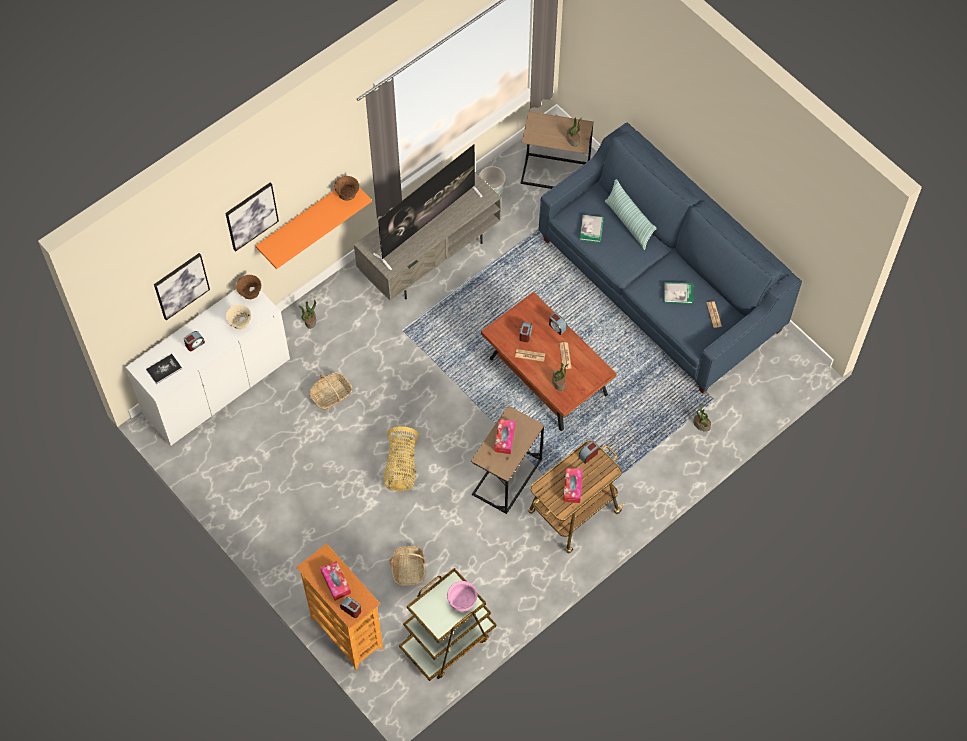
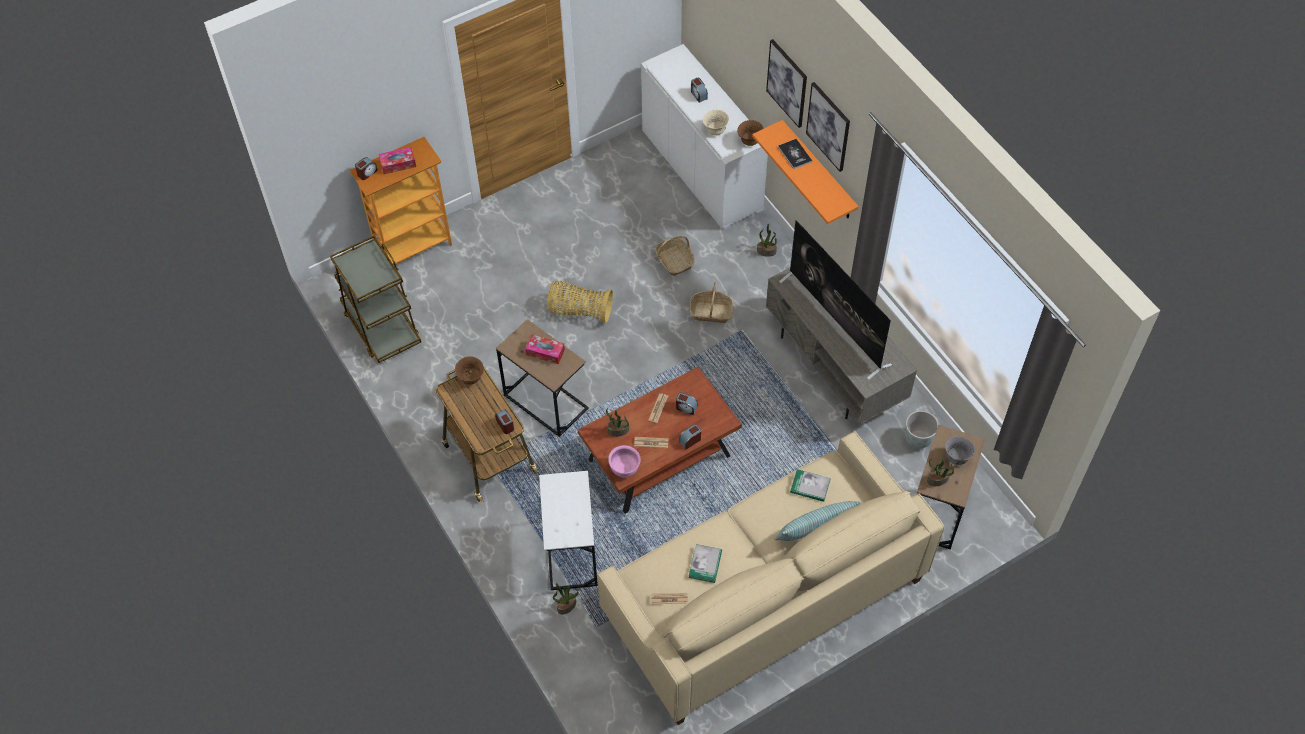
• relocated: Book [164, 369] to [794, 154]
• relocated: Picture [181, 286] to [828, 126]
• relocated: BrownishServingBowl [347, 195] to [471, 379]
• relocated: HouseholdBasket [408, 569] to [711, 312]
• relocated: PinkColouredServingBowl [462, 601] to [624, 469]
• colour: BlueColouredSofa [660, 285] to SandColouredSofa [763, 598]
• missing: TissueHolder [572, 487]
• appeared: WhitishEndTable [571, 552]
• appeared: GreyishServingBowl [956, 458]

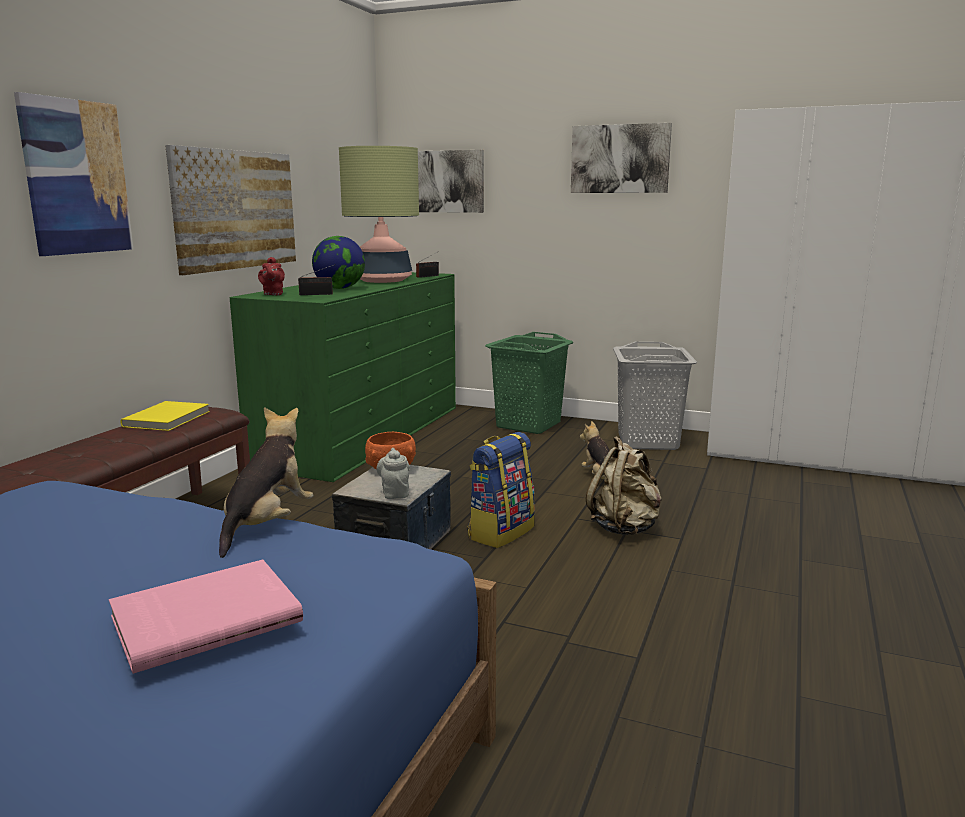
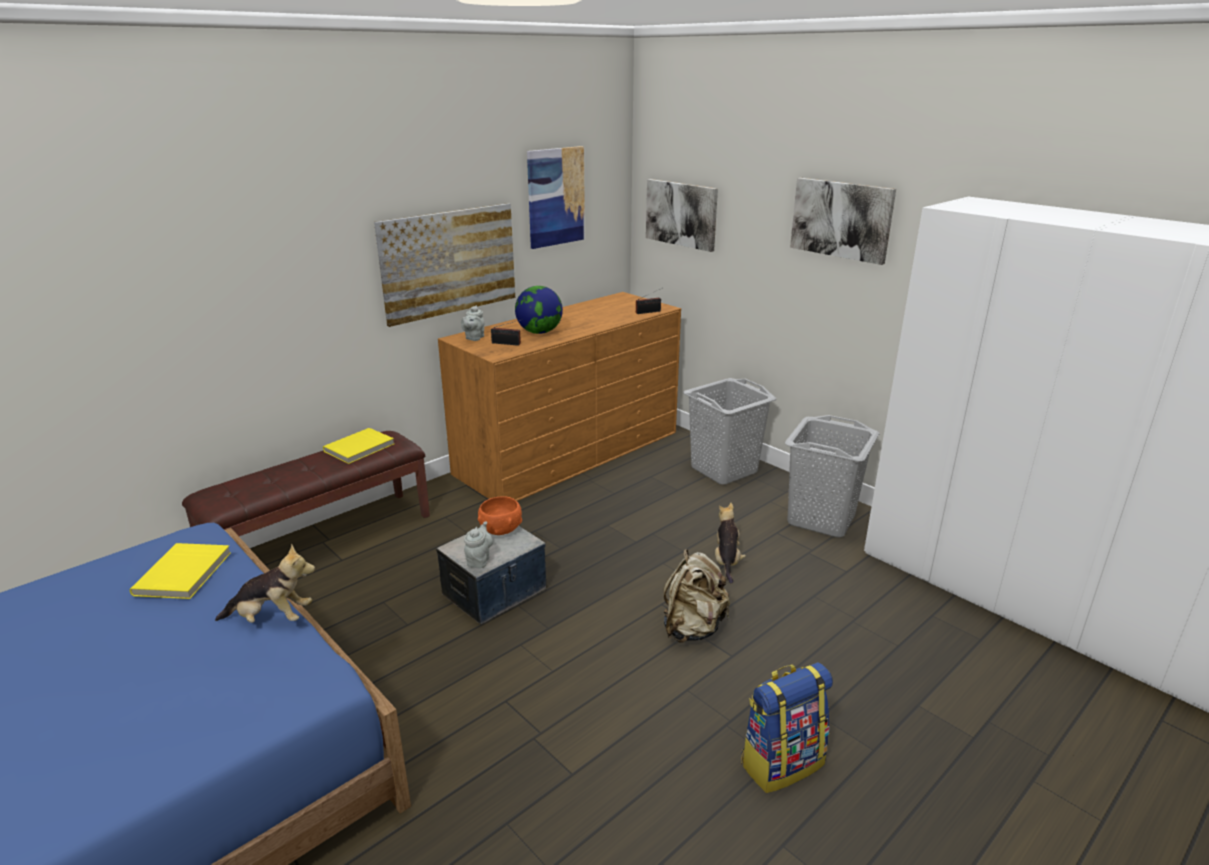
• relocated: Picture [76, 177] to [556, 197]
• missing: PinkColouredBook [205, 617]
• spun: SoftToy [267, 524] = [272, 618] 45 degrees clockwise
• colour: GreenDresser [363, 434] to BrownishDresser [569, 452]
• colour: RedColouredPotForTea [273, 294] to GreyishPotForTea [474, 338]
• missing: TableLamp [382, 280]
• relocated: Backpack [500, 532] to [781, 762]
• colour: GreenHamper [529, 425] to GreyishHamper [724, 470]
• appeared: YellowishBook [185, 573]

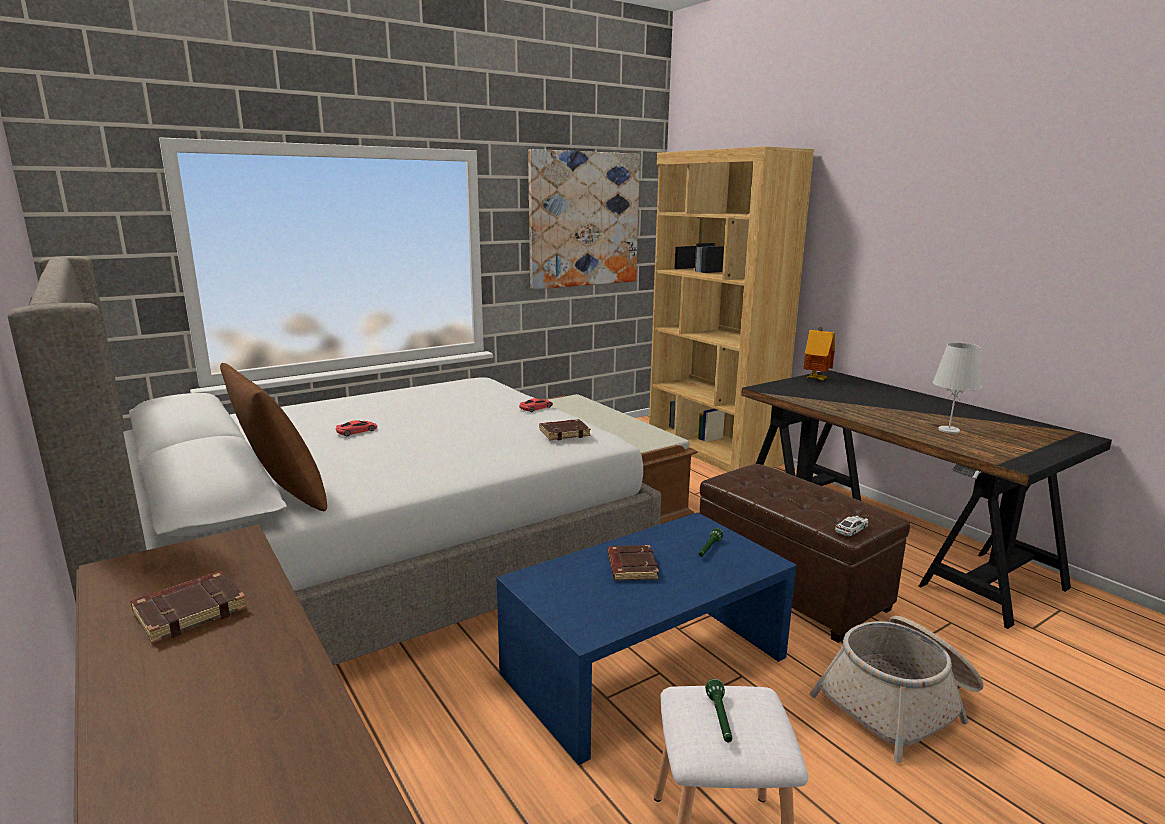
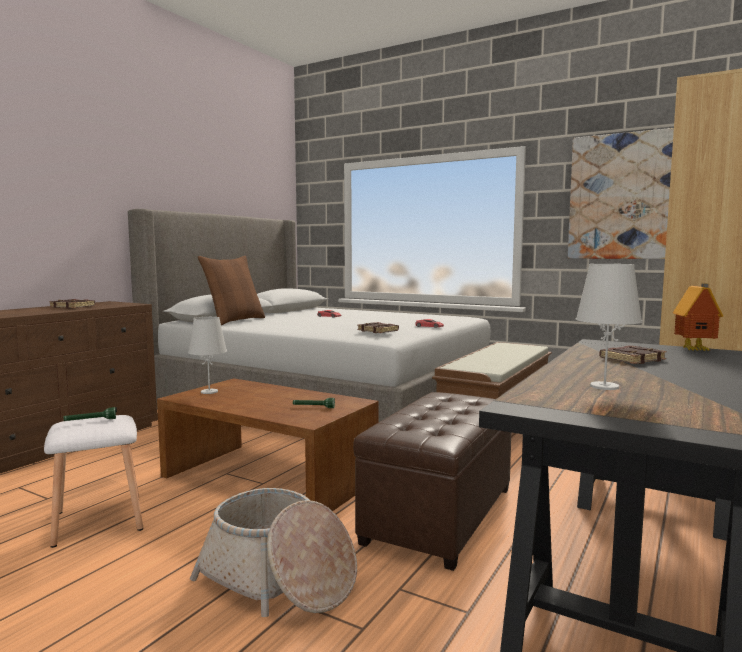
• colour: BlueColouredLoungeTable [644, 664] to BrownishLoungeTable [269, 477]
• relocated: BrownishBook [631, 567] to [631, 359]
• missing: ToyCar [851, 529]
• appeared: WhitishTableLamp [209, 392]

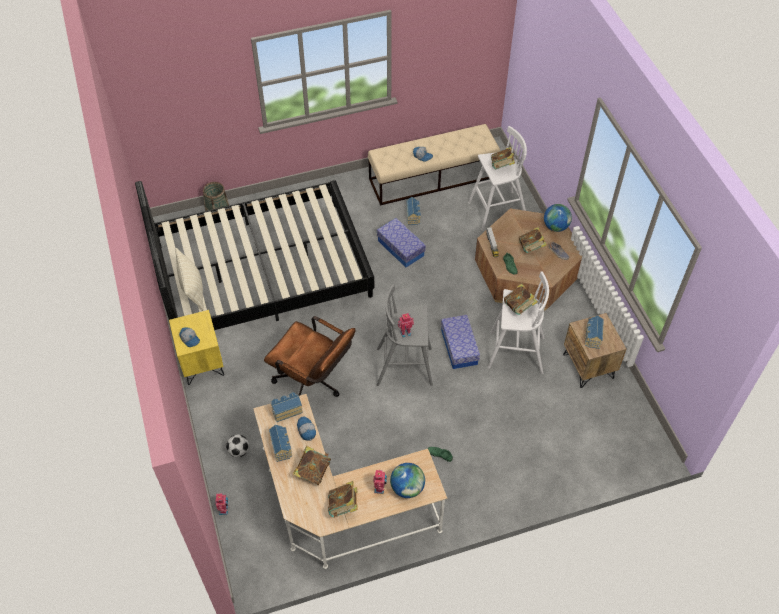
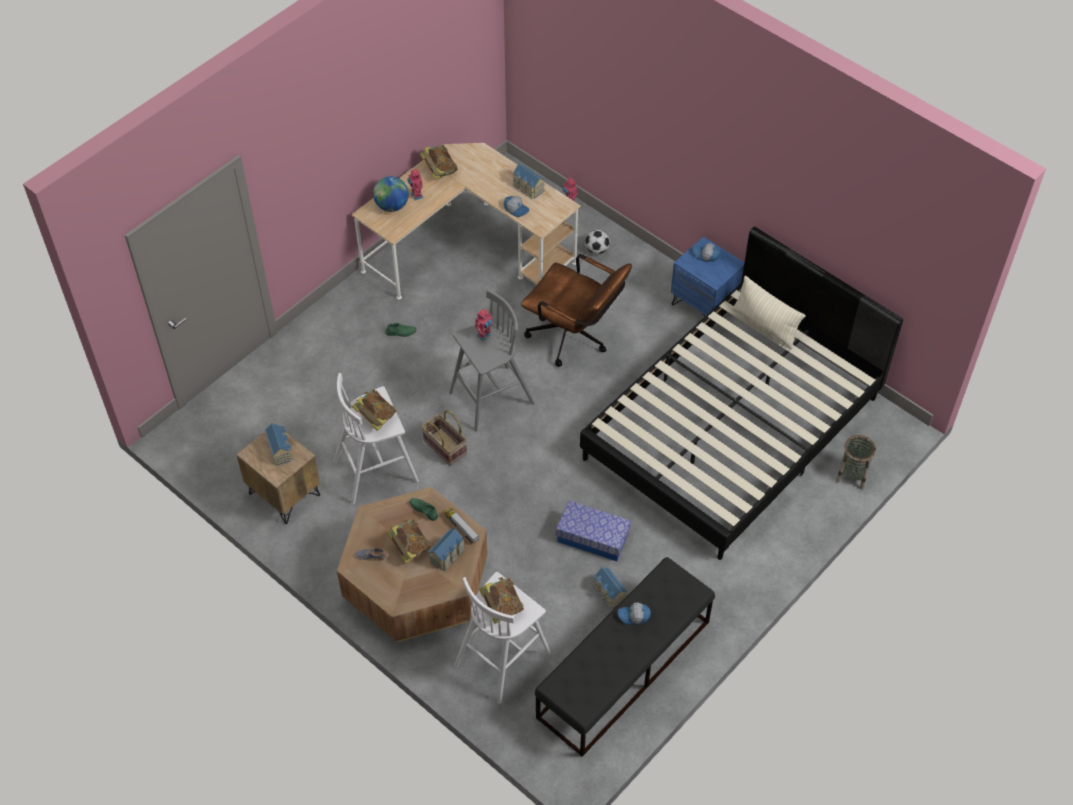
• colour: YellowishNightTable [201, 363] to BlueColouredNightTable [704, 305]
• spun: BrownishDeskChair [313, 383] = [574, 338] 150 degrees counterclockwise
• relocated: ToyHouse [286, 410] to [448, 555]
• missing: Book [312, 471]
• colour: SandColouredLongSeat [433, 178] to BlackLongSeat [623, 669]
• exchanged: StorageContainer [459, 347] to HouseholdBasket [444, 447]
• missing: Globe [555, 227]

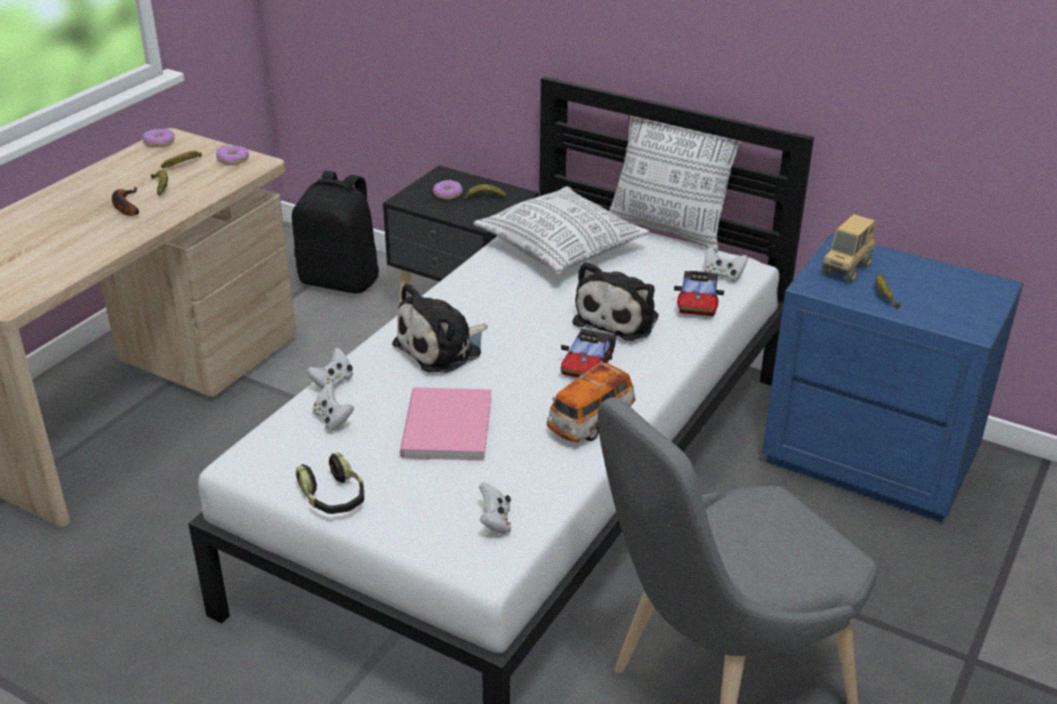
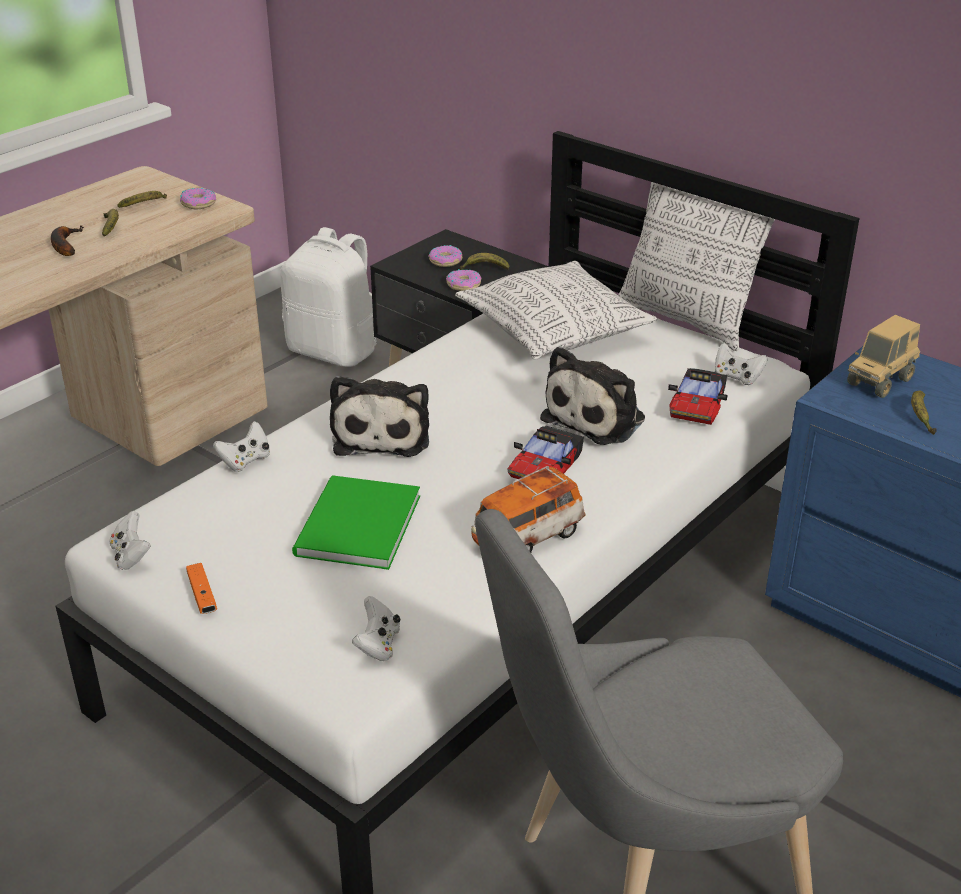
• relocated: Donut [159, 142] to [463, 285]
• colour: BlackBackpack [341, 280] to WhitishBackpack [334, 351]
• exchanged: Headset [333, 498] to OrangeColouredJoypad [202, 595]
• relocated: WhitishJoypad [332, 419] to [131, 556]
• spun: SoftToy [442, 348] = [382, 434] 60 degrees counterclockwise
• colour: PinkColouredBook [444, 429] to GreenBook [354, 527]

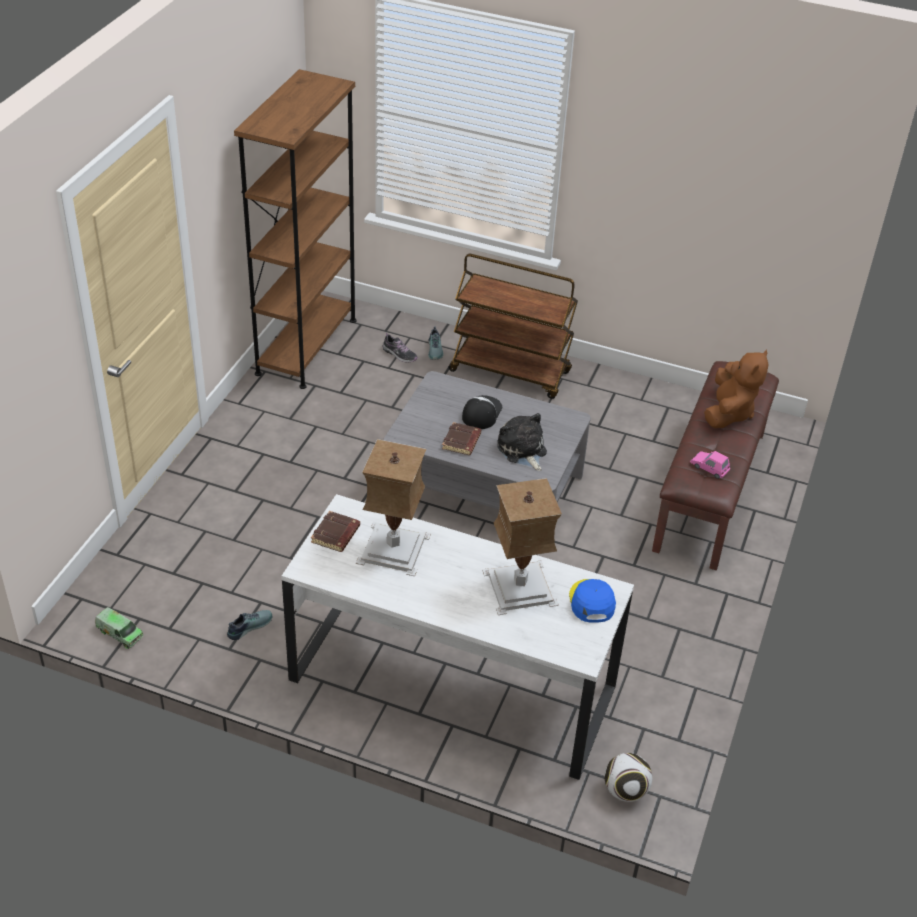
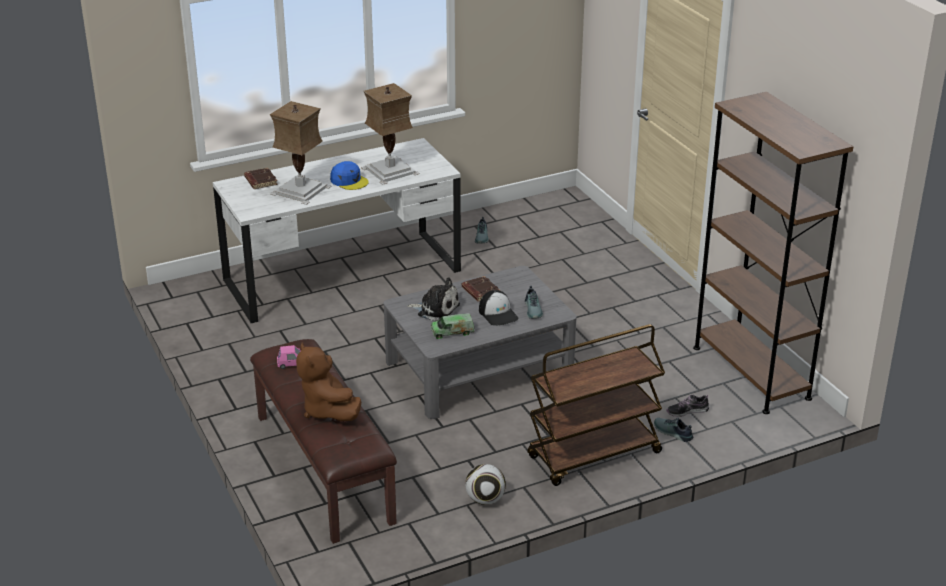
• relocated: ToyTruck [120, 633] to [452, 332]
• relocated: BrownishBook [336, 535] to [260, 181]
• relocated: BlueColouredCap [591, 602] to [349, 181]
• relocated: Football [625, 790] to [485, 500]
• appeared: Shoe [534, 310]

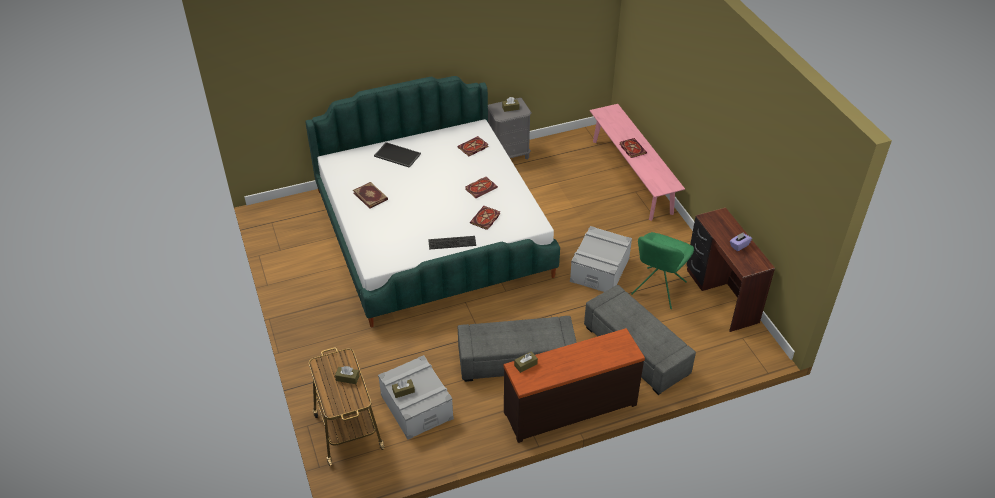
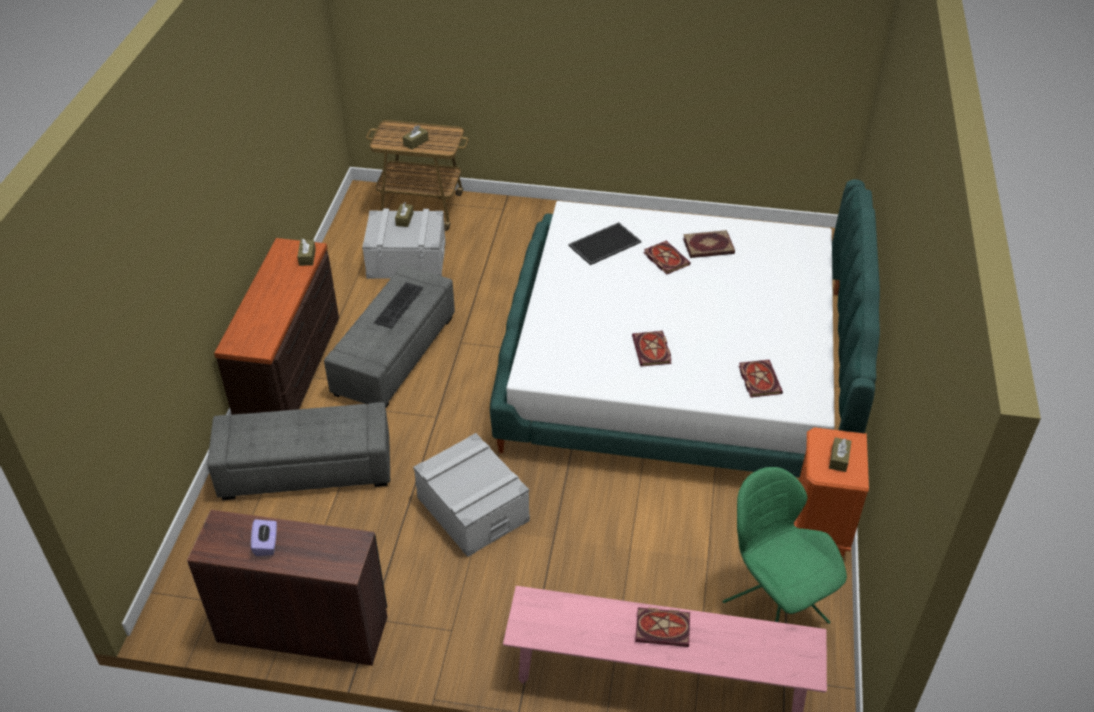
• relocated: Tray [396, 155] to [604, 243]
• relocated: ComputerKeyboard [452, 242] to [399, 306]
• relocated: Book [485, 219] to [665, 258]
• colour: GreyishNightTable [509, 155] to OrangeColouredNightTable [819, 529]
• relocated: GreenUprightChair [657, 289] to [773, 609]

